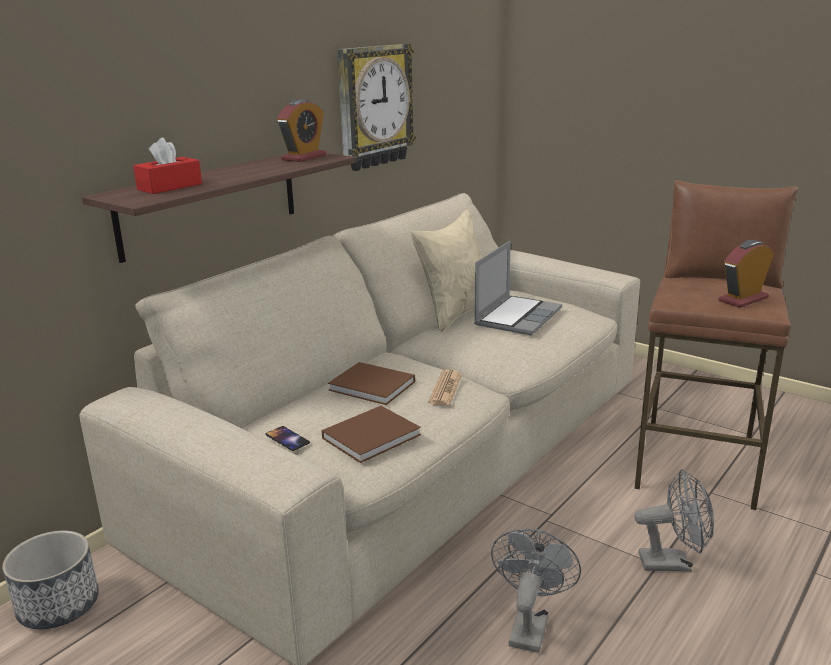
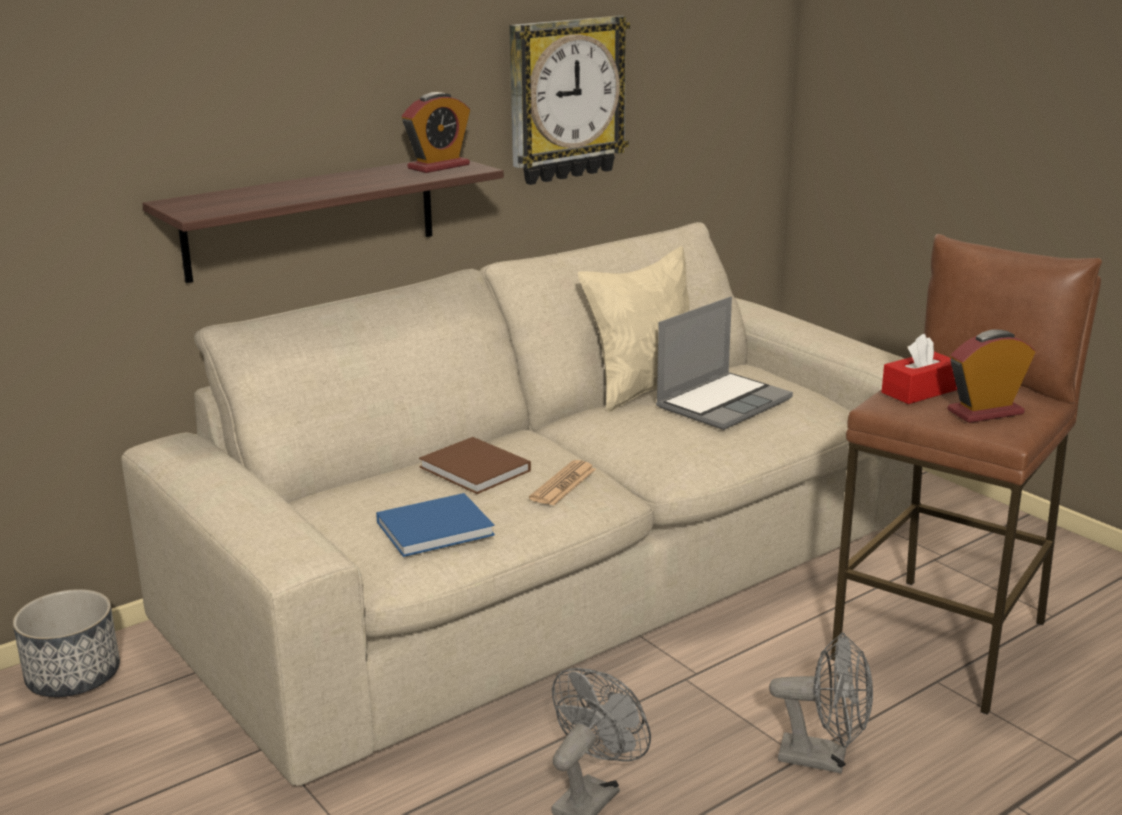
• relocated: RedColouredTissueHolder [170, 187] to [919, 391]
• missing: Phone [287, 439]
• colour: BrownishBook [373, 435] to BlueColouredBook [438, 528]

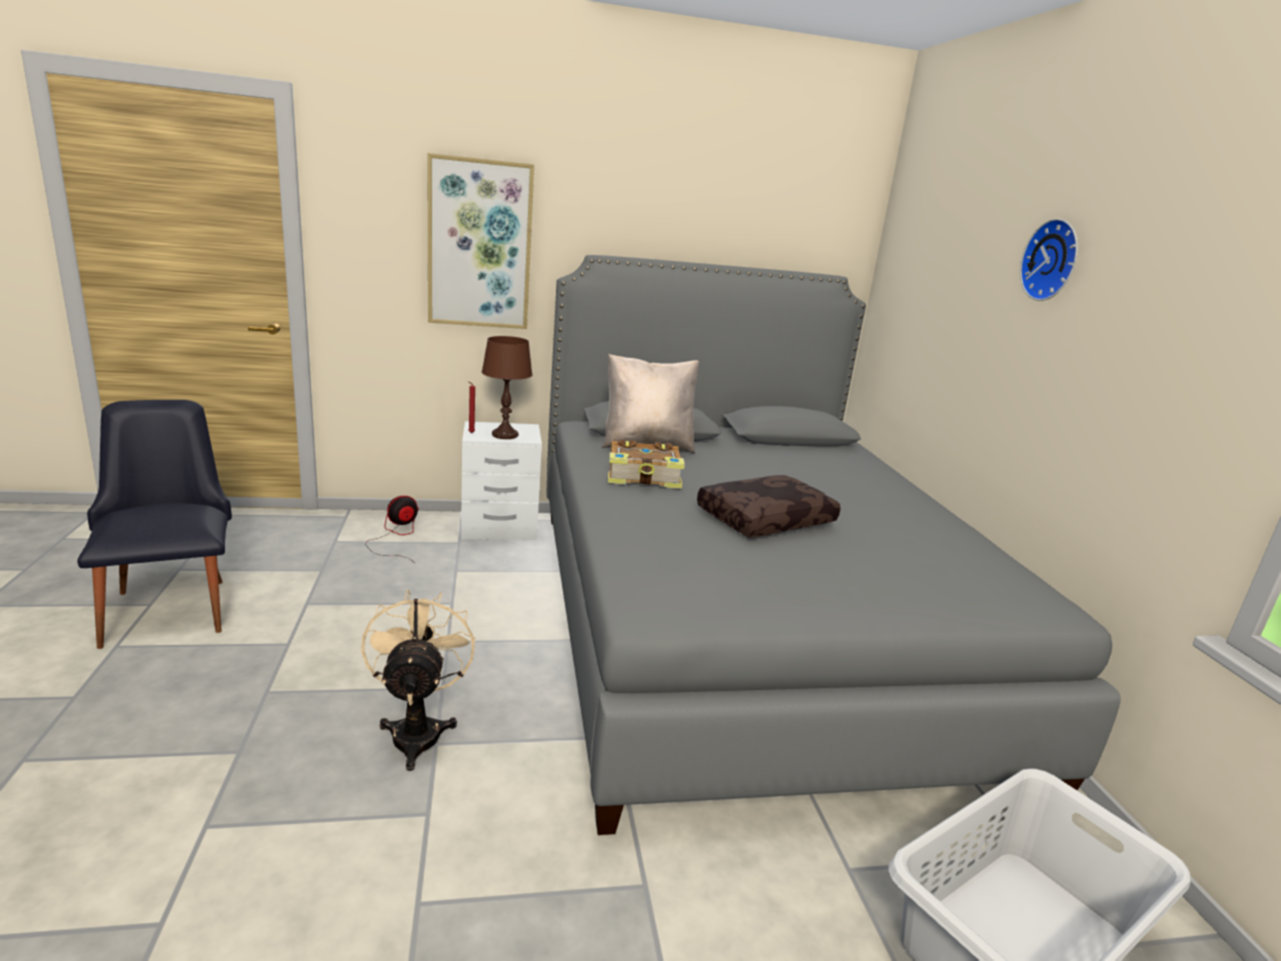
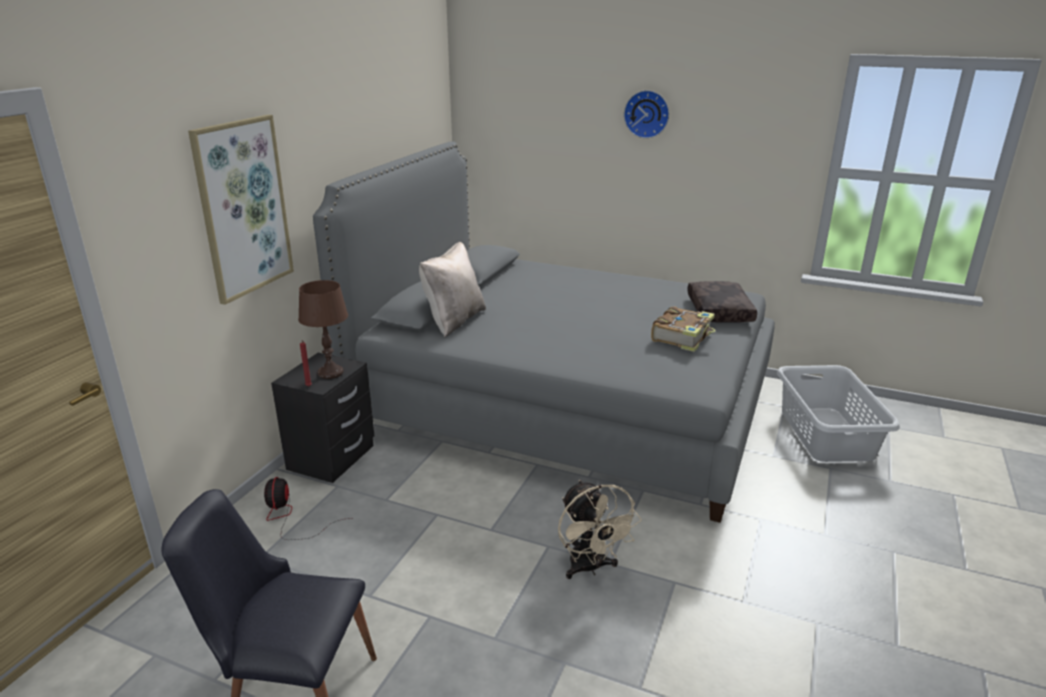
• spun: SandColouredFan [418, 730] = [590, 568] 135 degrees counterclockwise
• colour: WhitishNightTable [499, 527] to BlackNightTable [331, 458]
• relocated: Book [644, 477] to [683, 337]
• relocated: BrownishCushion [765, 518] to [717, 311]

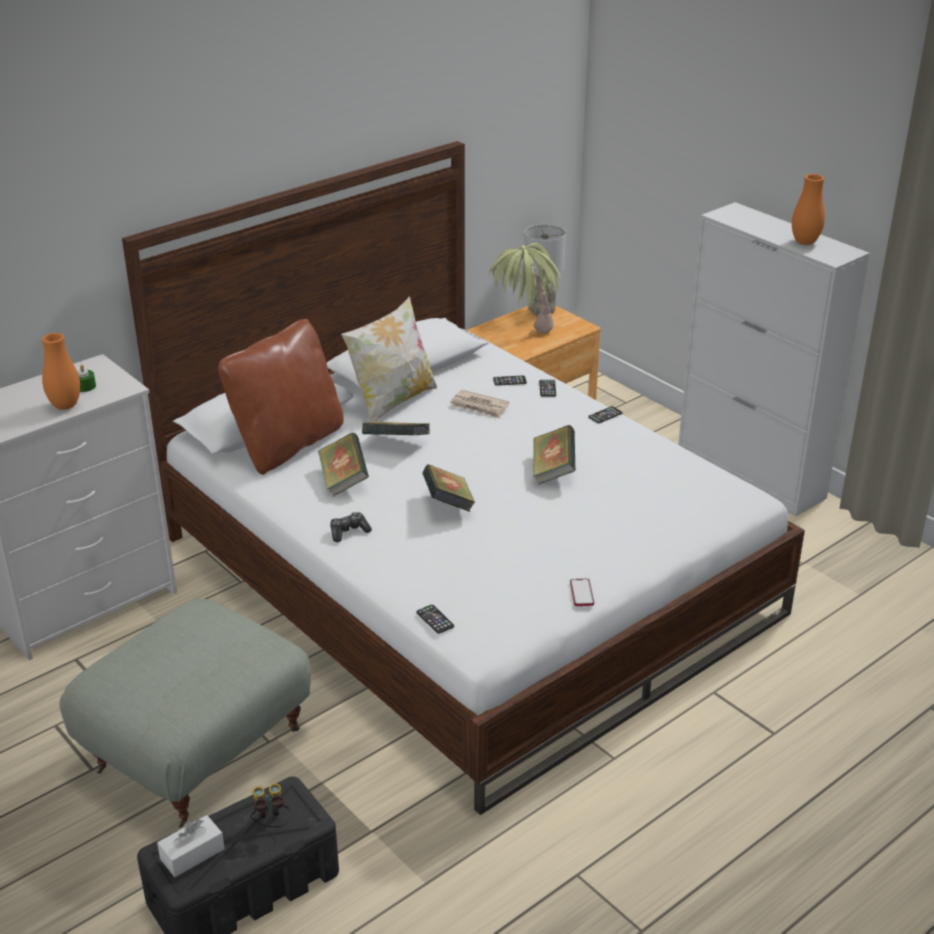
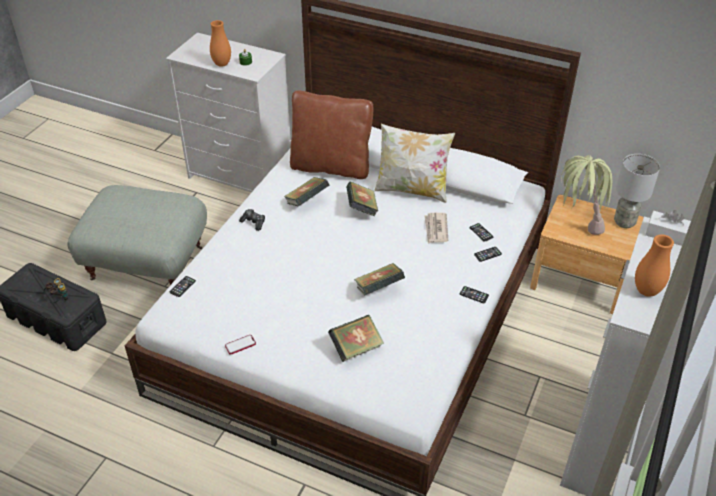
• relocated: WhitishTissueHolder [192, 854] to [666, 234]
• relocated: Book [448, 504] to [356, 348]

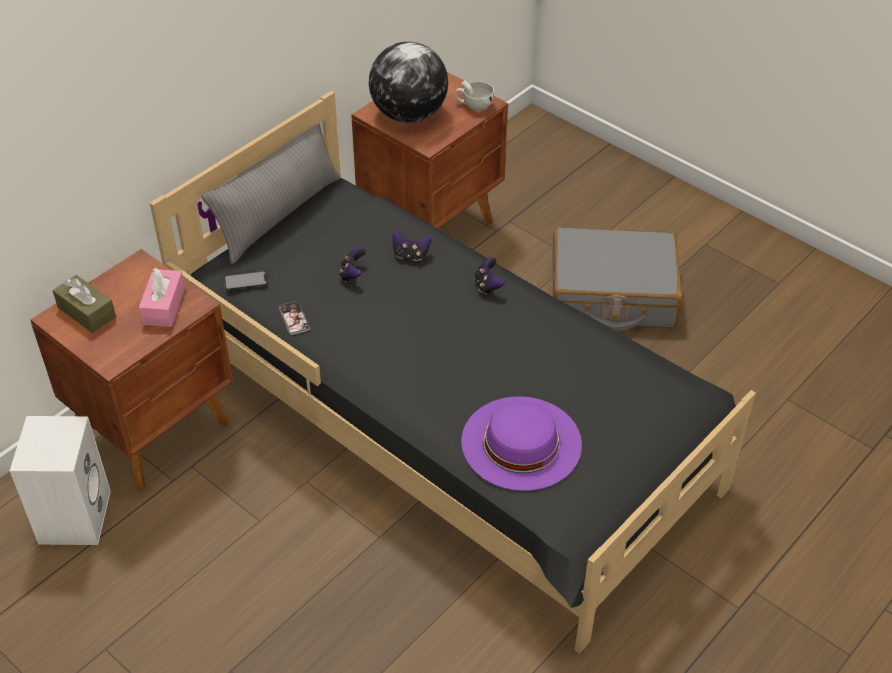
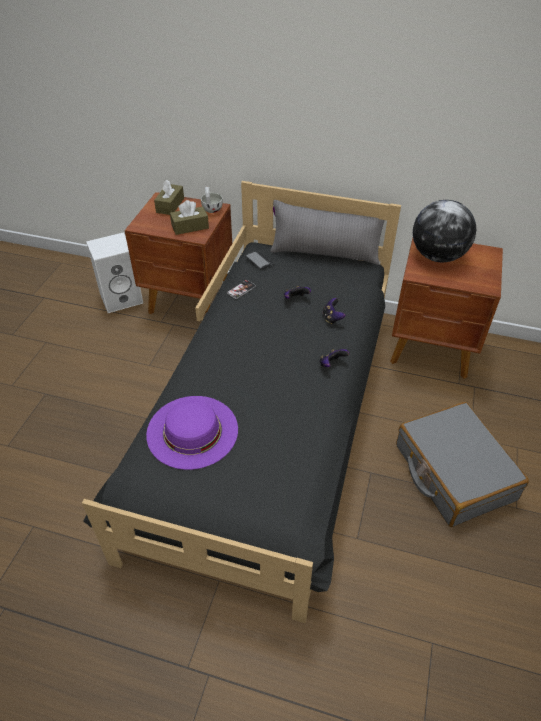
• colour: PinkColouredTissueHolder [164, 306] to BrownishTissueHolder [190, 227]
• relocated: WhitishCup [474, 105] to [212, 208]

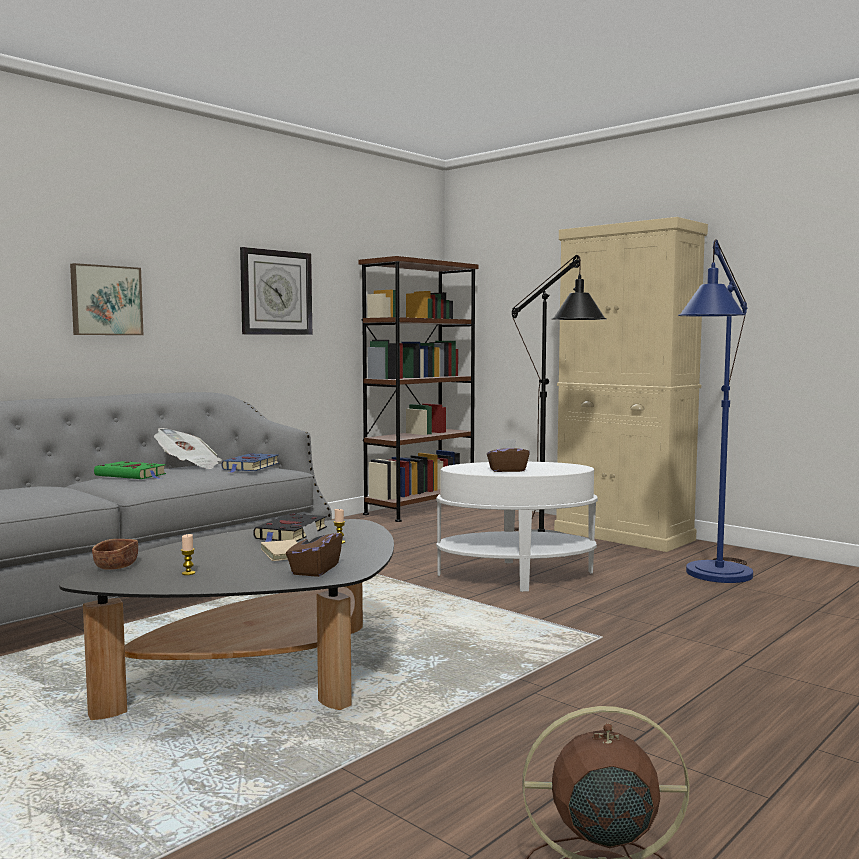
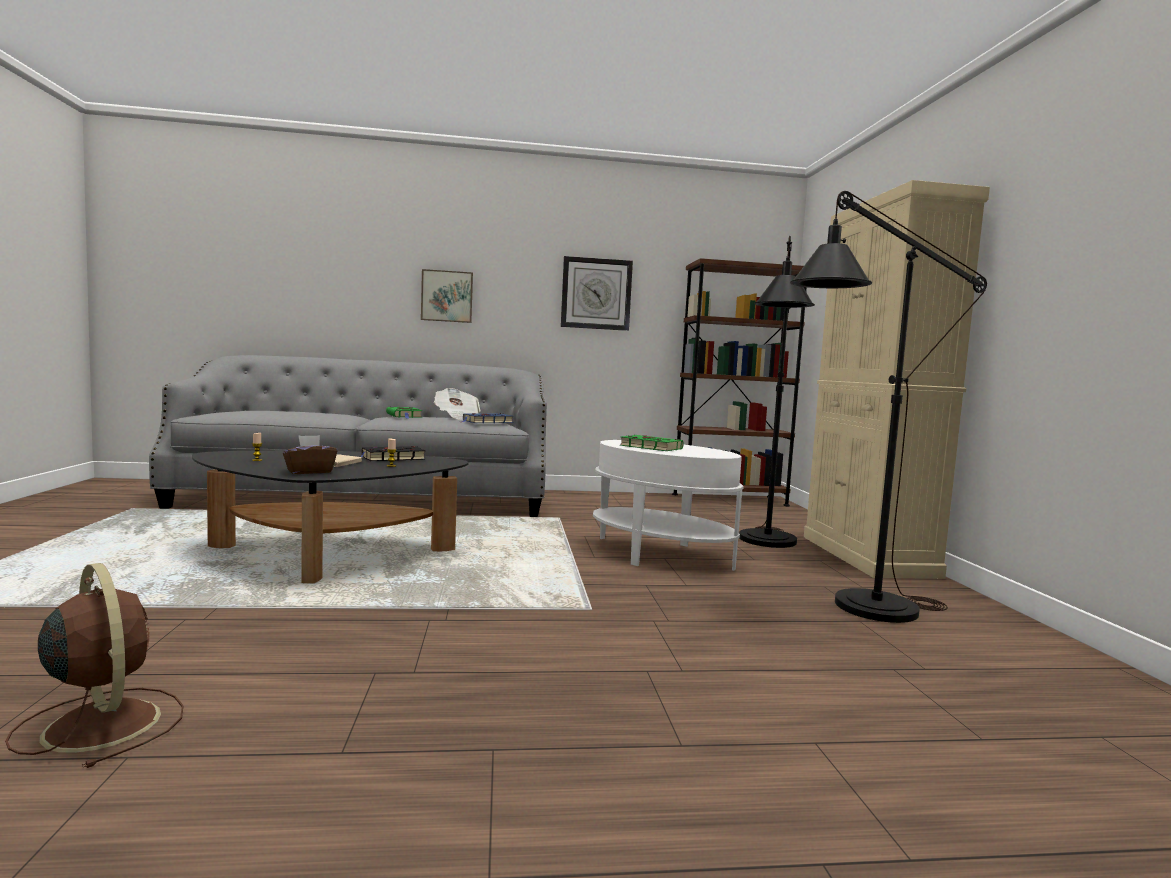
• missing: BrownishServingBowl [116, 566]
• exchanged: BrownishTissueHolder [507, 470] to GreenBook [649, 447]
• colour: BlueColouredFloorLamp [714, 578] to BlackFloorLamp [856, 609]

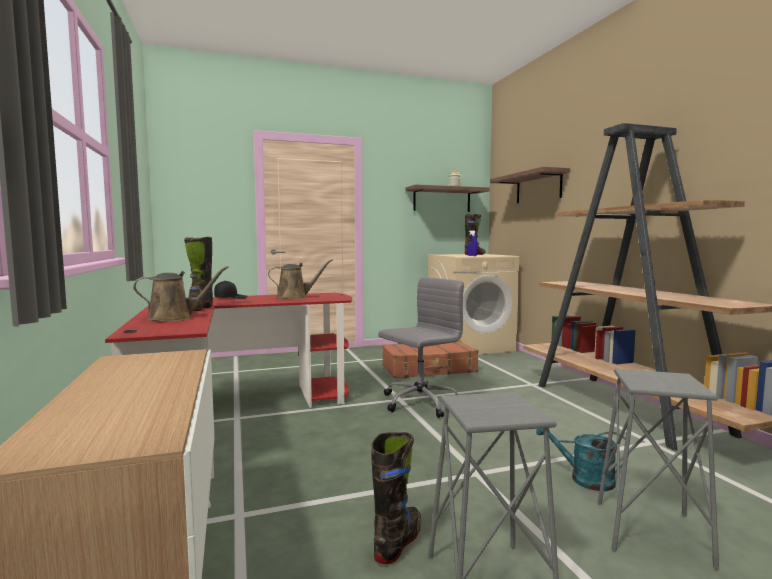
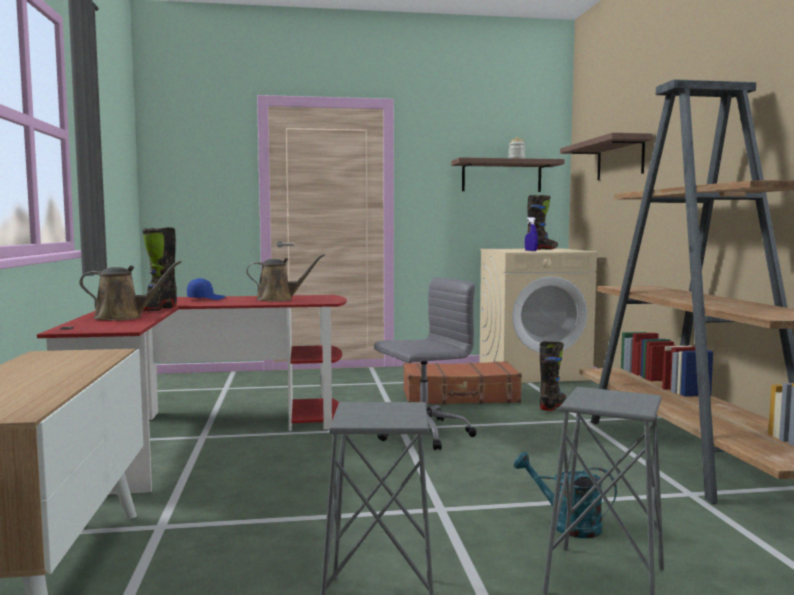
• colour: BlackCap [231, 298] to BlueColouredCap [206, 298]
• relocated: BlackHighTopBoot [398, 542] to [553, 406]

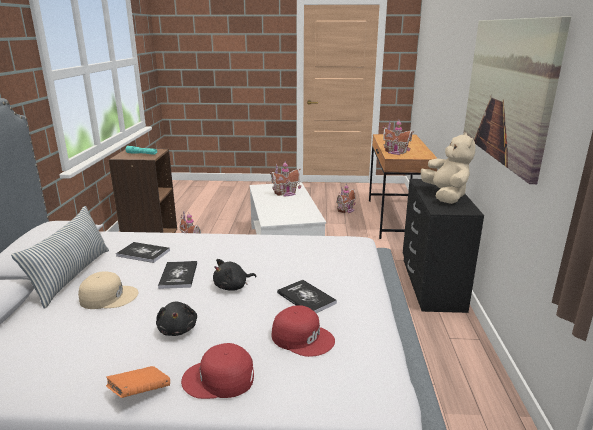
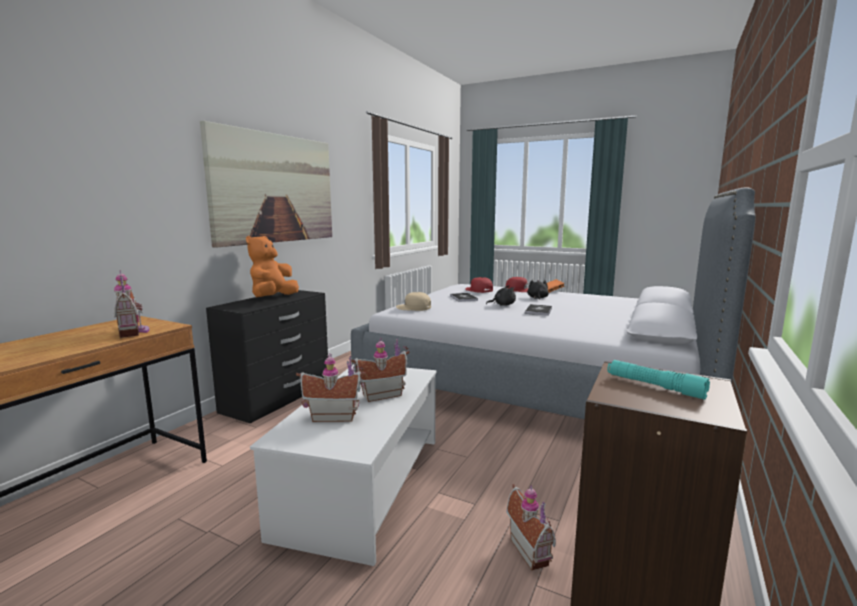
• missing: Cushion [72, 276]
• relocated: SandColouredCap [108, 297] to [413, 307]
• missing: Book [143, 253]
• relocated: ToyHouse [346, 210] to [380, 394]
• colour: SandColouredSoftToy [445, 196] to OrangeColouredSoftToy [273, 298]

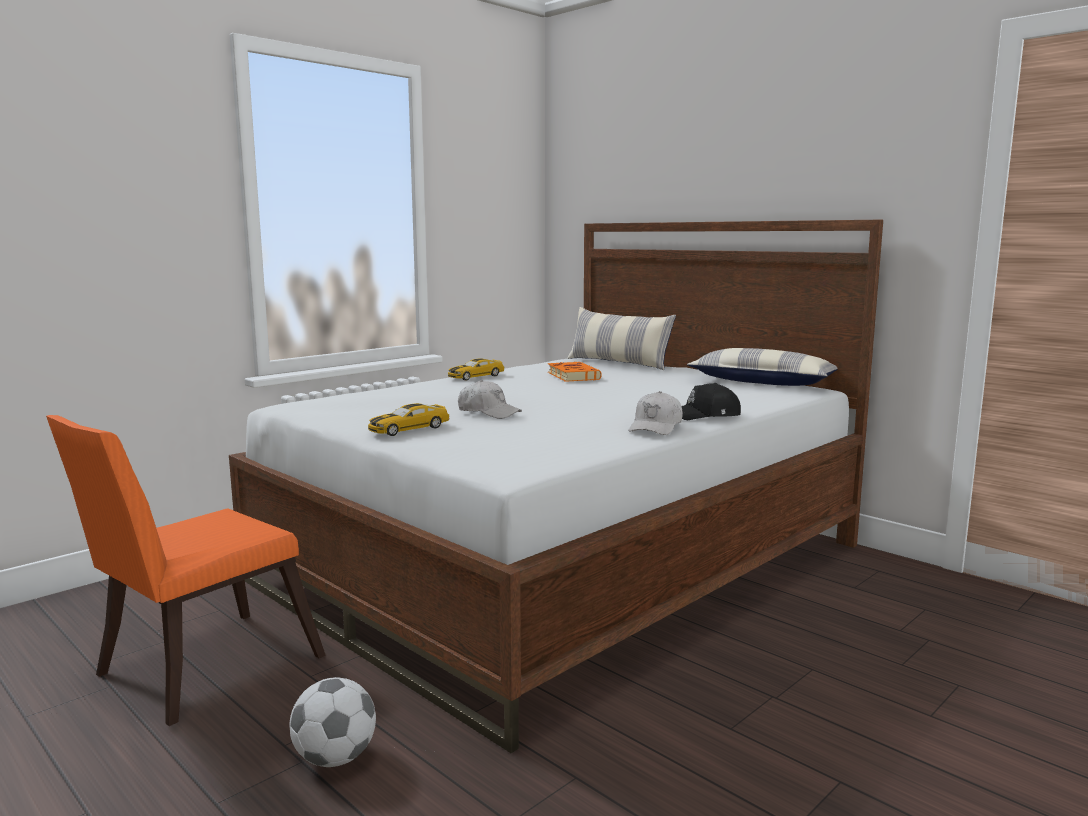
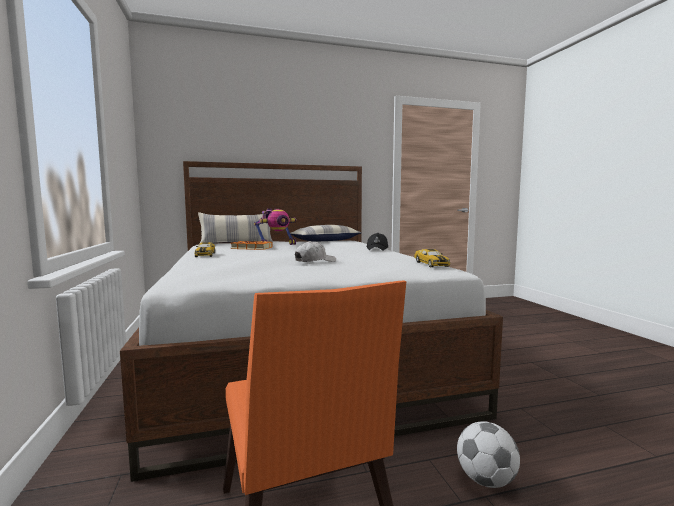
• relocated: ToyCar [408, 429] to [431, 264]
• missing: WhitishCap [656, 427]
• appeared: RobotFigure [277, 245]

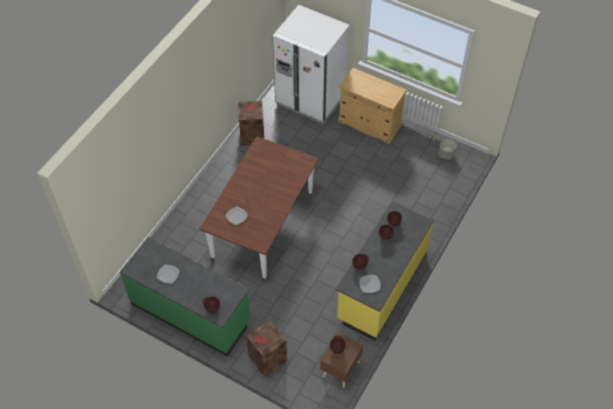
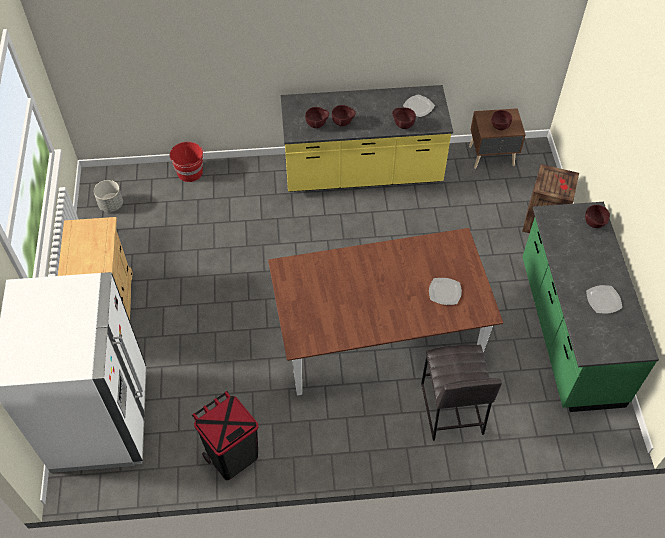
• exchanged: ShippingCrate [251, 135] to BlackTrashCan [232, 456]
• appeared: RedColouredPail [190, 172]
• appeared: GreyishSittingStool [451, 409]

